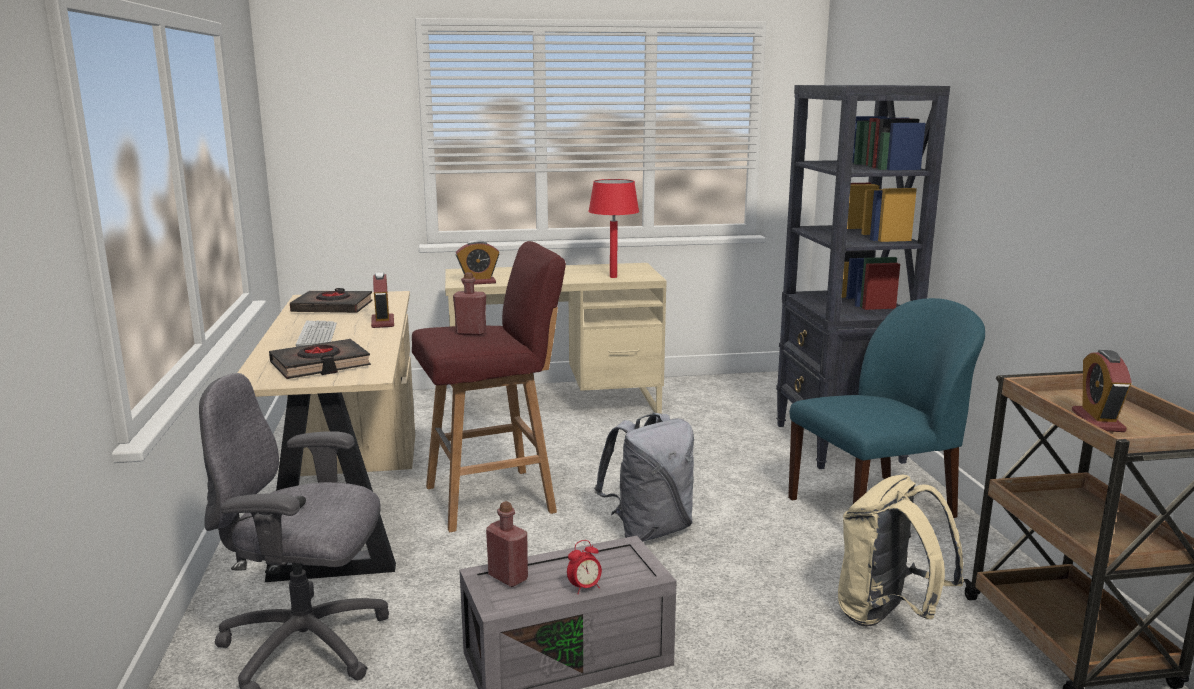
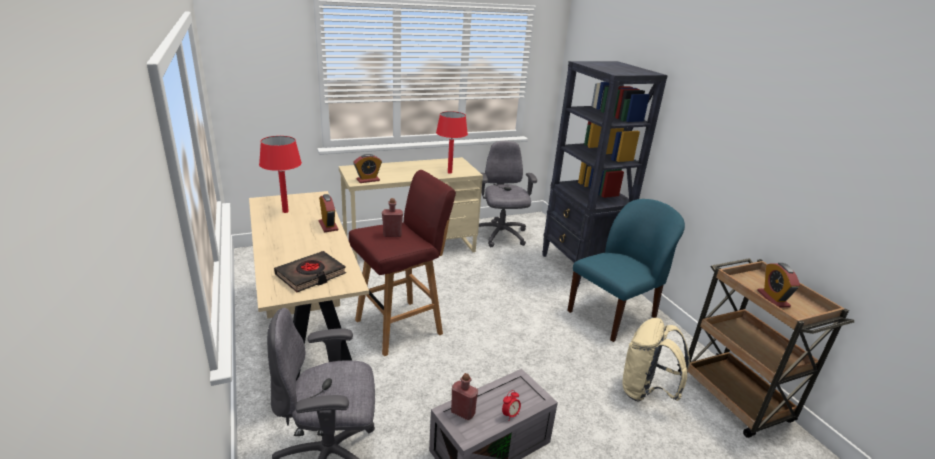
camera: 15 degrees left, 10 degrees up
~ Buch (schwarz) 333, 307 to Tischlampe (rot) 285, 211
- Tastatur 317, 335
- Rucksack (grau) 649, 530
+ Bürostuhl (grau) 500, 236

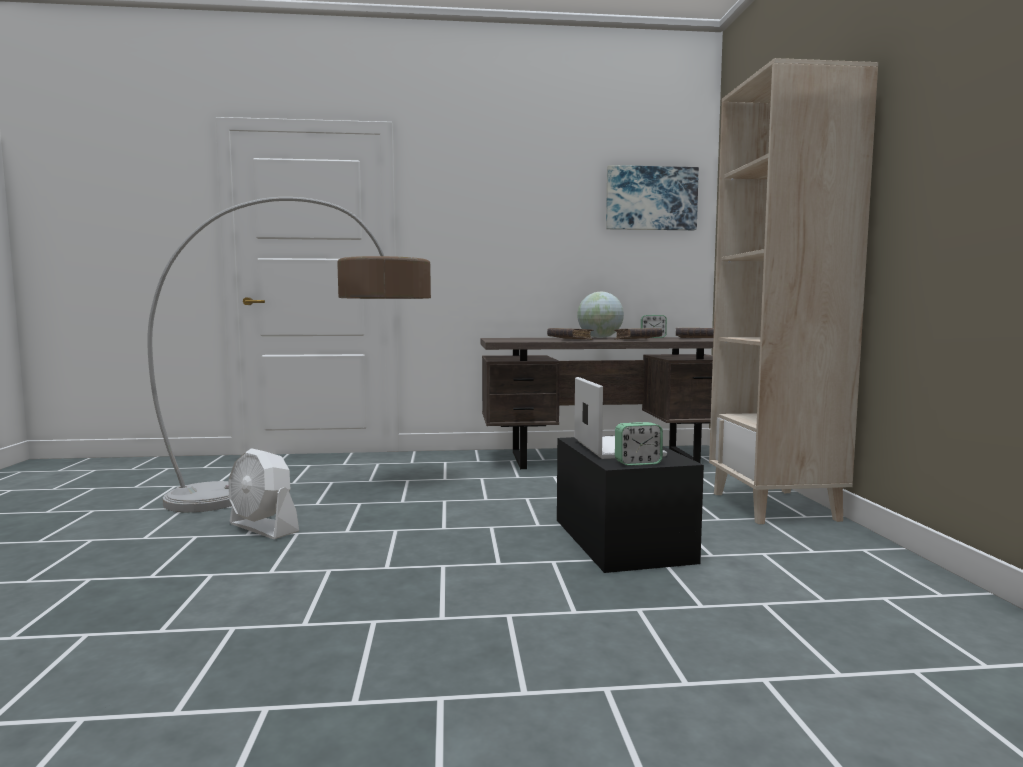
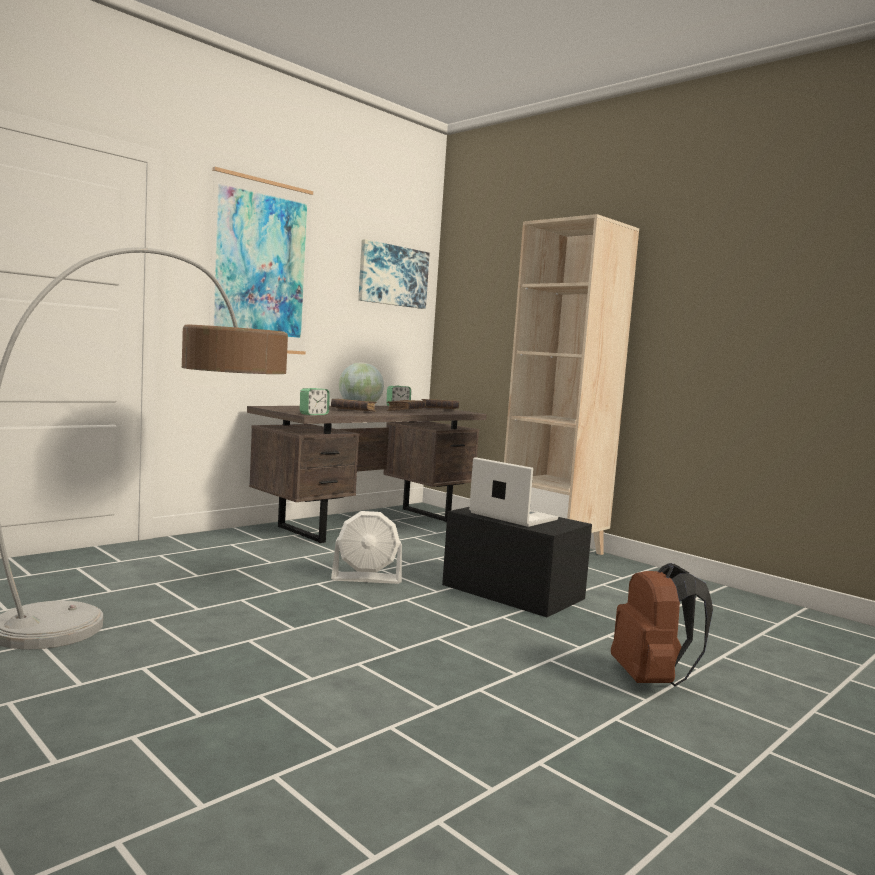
camera: 40 degrees left, 0 degrees up
~ Wecker 638, 463 to 314, 414
~ Ventilator (weiß) 263, 528 to 367, 578
+ Bild 260, 267
+ Rucksack (braun) 651, 680

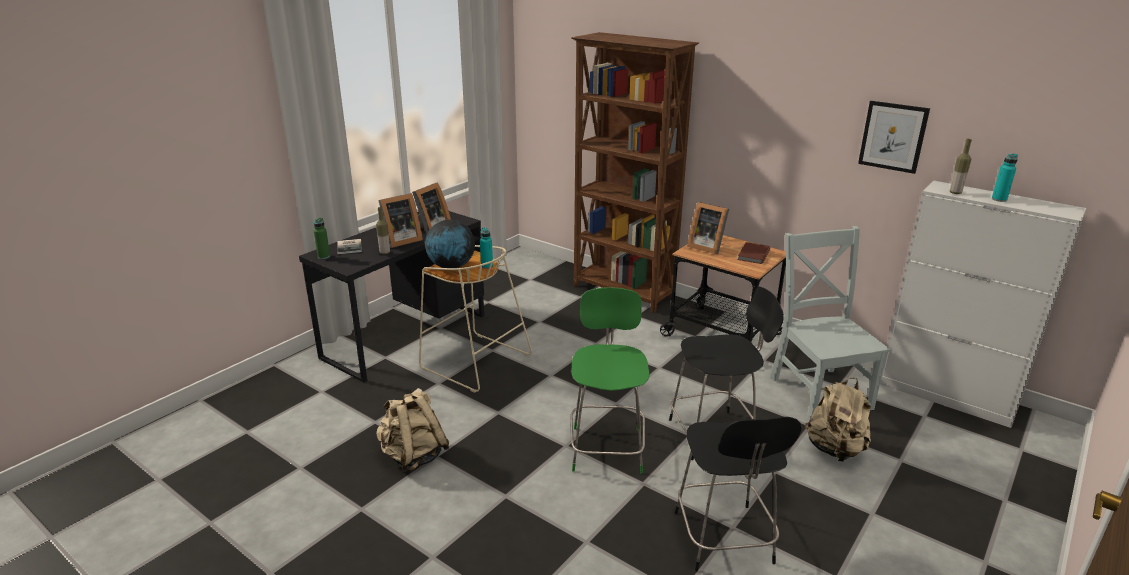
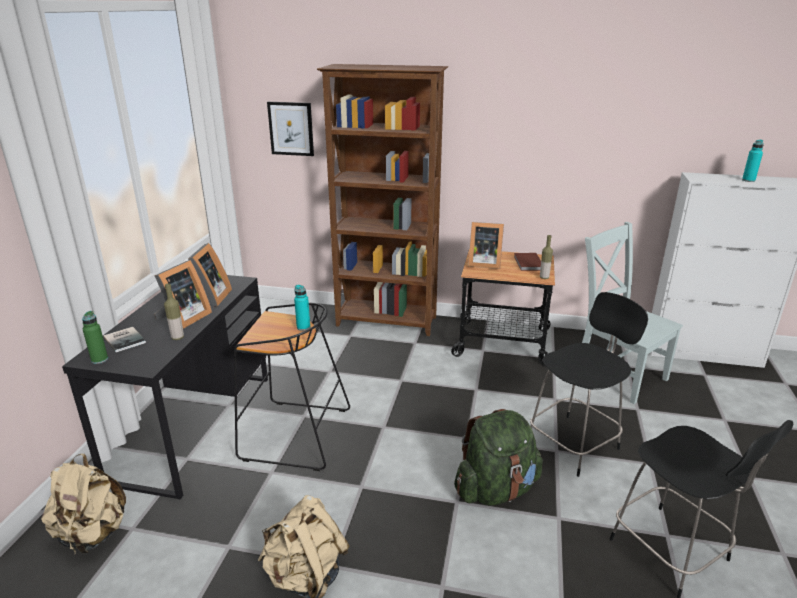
camera: 25 degrees left, 0 degrees up
~ Bild 893, 136 to 291, 128
~ Flasche 955, 192 to 544, 277
- Globus 451, 267
~ Hocker (beige) 474, 362 to Hocker (schwarz) 293, 435
~ Stuhl (grün) 607, 447 to Rucksack (grün) 496, 489
~ Rucksack (beige) 835, 449 to 92, 534

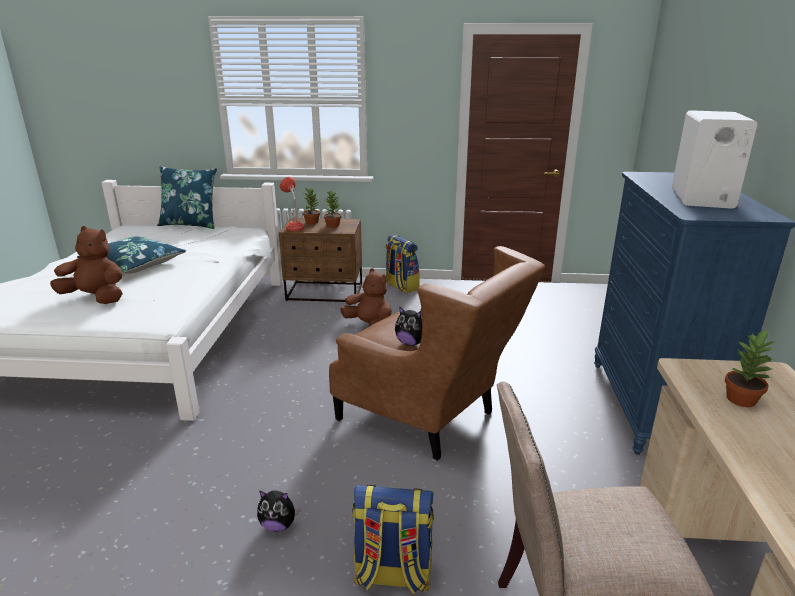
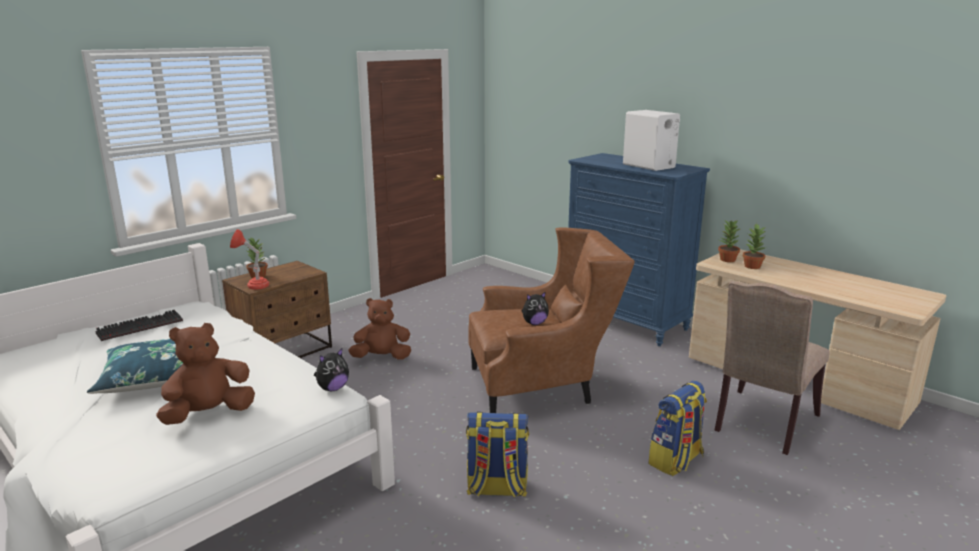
camera: 50 degrees left, 5 degrees down
- Kissen (blau) 191, 224
~ Topfpflanze 332, 225 to 727, 260
~ Rucksack 401, 286 to 496, 489
~ Plüschtier 278, 525 to 332, 388
+ Tastatur 141, 326

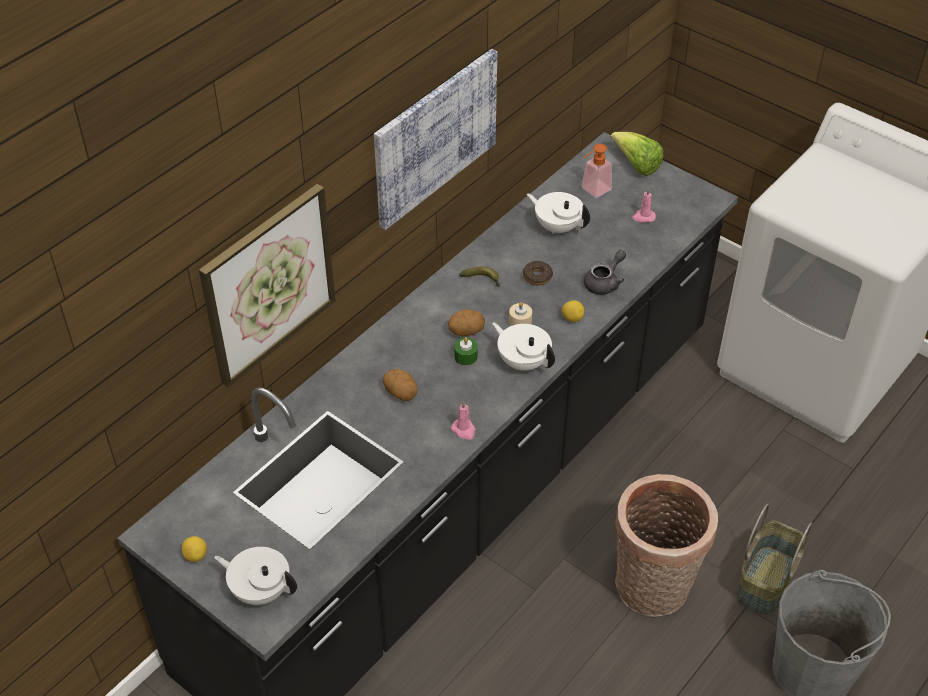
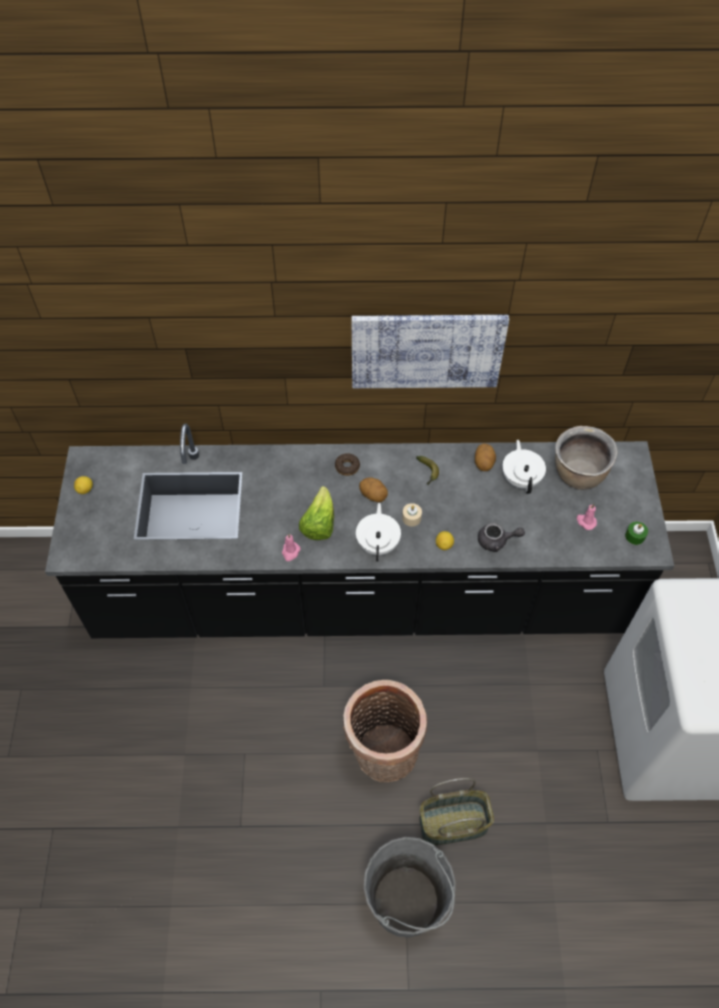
camera: 50 degrees right, 10 degrees up
~ Salatkopf 636, 165 to 319, 524
~ Seifenspender 592, 191 to Kochtopf (braun) 578, 475
- Bild 268, 284
~ Donut 537, 276 to 347, 467
~ Kerze (grün) 465, 356 to 635, 536
~ Kartoffel 401, 393 to 484, 463
- Teekanne (weiß) 260, 590

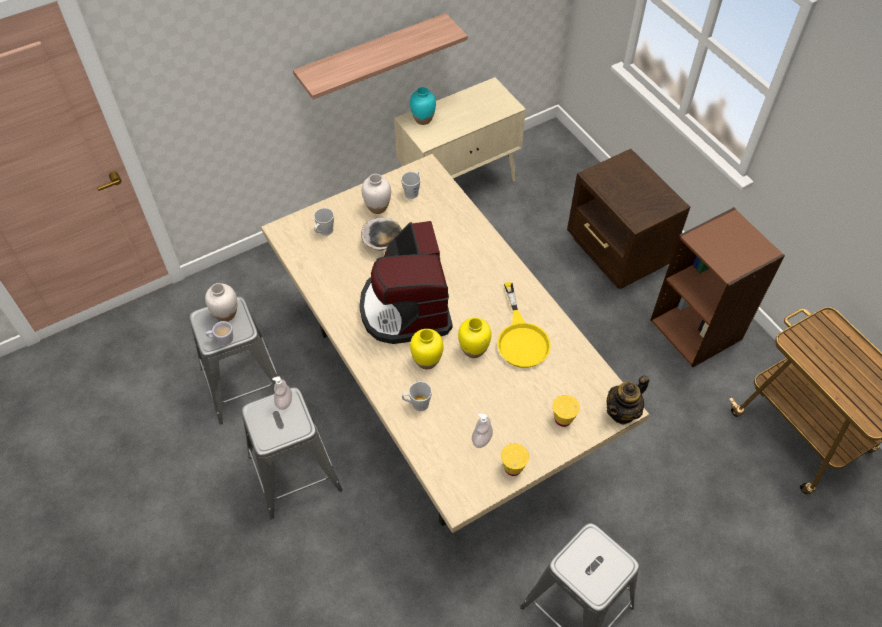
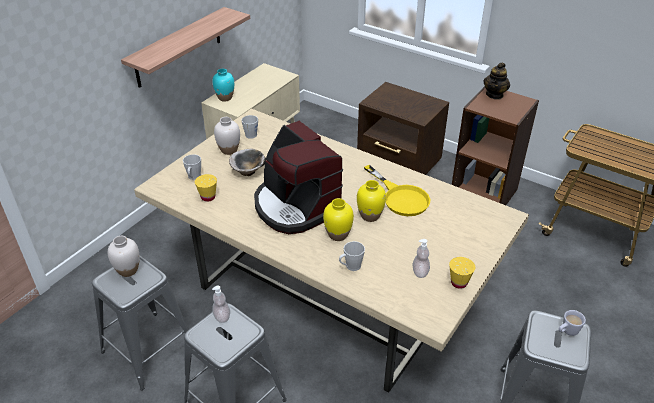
camera: 25 degrees left, 15 degrees down
~ Henkelbecher (weiß) 222, 339 to 567, 332
~ Teekanne 622, 412 to 494, 95
~ Tasse (gelb) 563, 419 to 208, 197

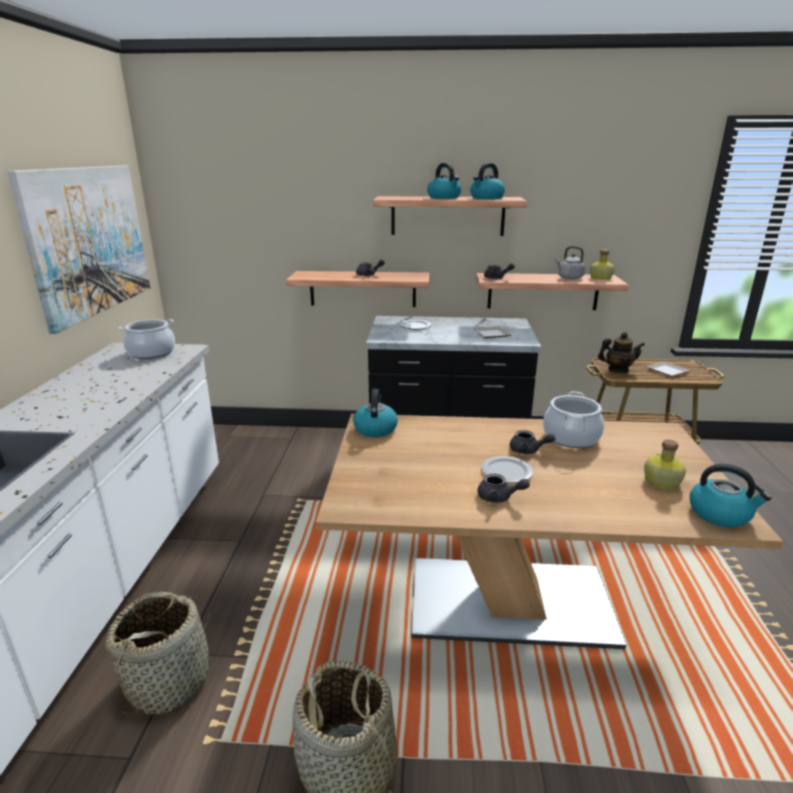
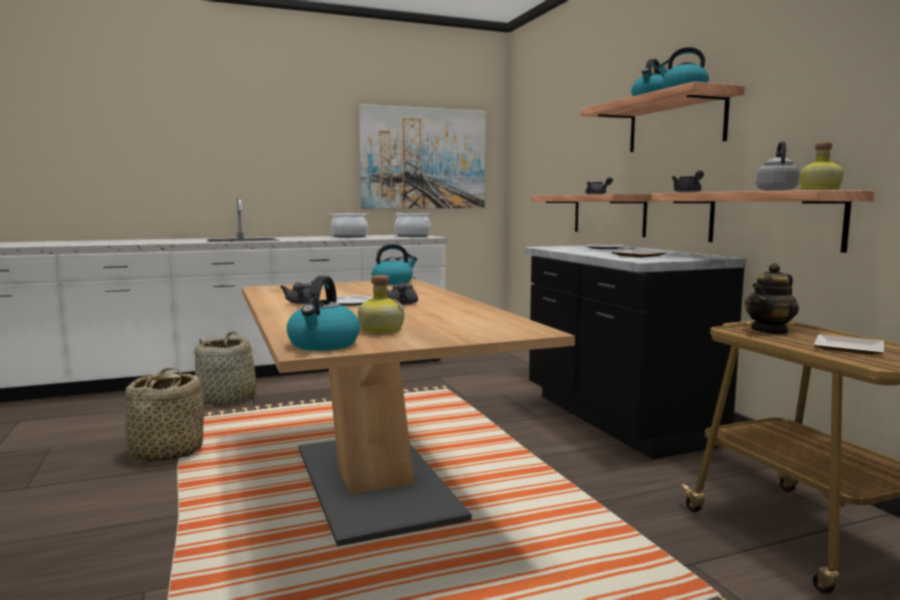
camera: 65 degrees right, 15 degrees down
~ Teekanne 617, 370 = 770, 331 75 degrees clockwise
~ Kochtopf 570, 437 to 349, 236

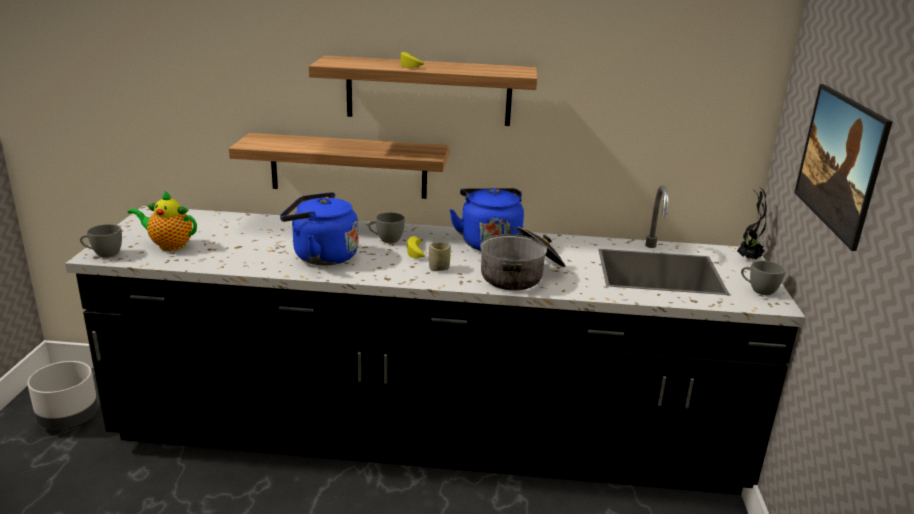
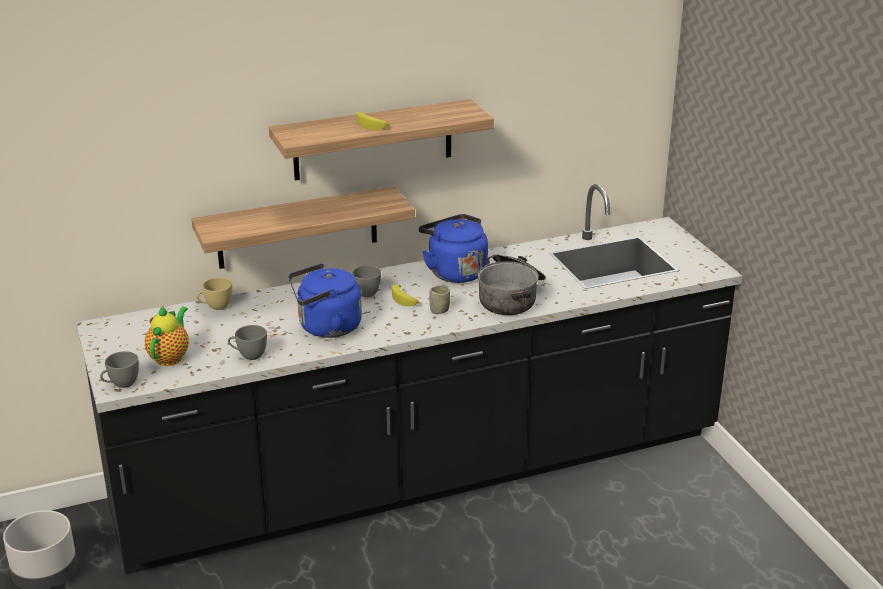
camera: 25 degrees left, 5 degrees up
- Bild 831, 191
- Topfpflanze 748, 259
~ Teekanne 169, 245 = 170, 357 120 degrees clockwise
~ Tasse (grau) 758, 290 to 248, 355
+ Tasse (gelb) 215, 306

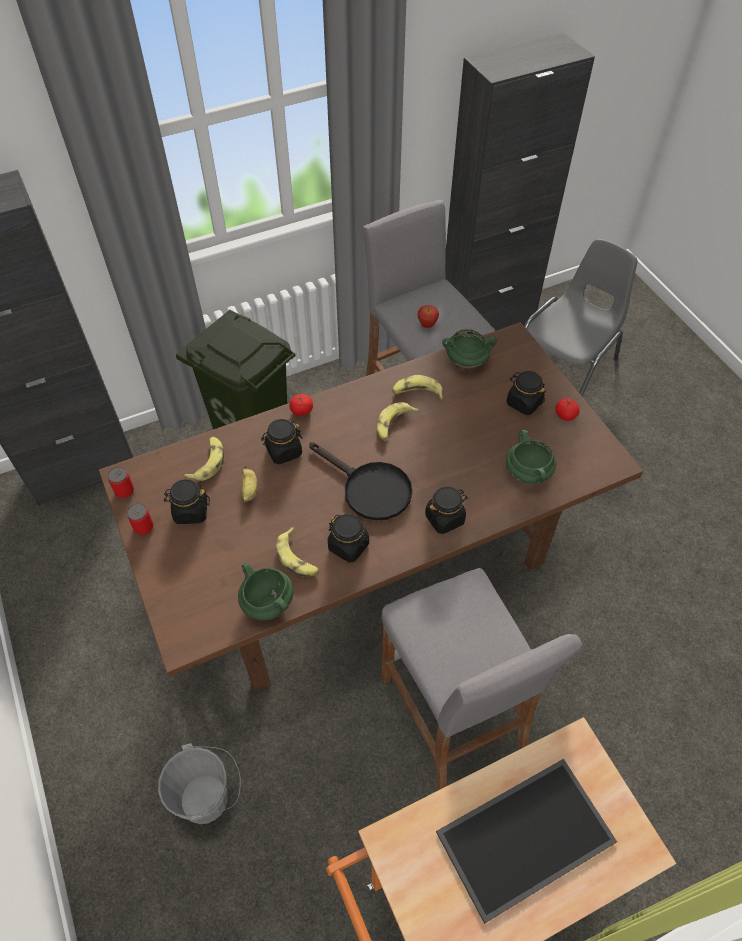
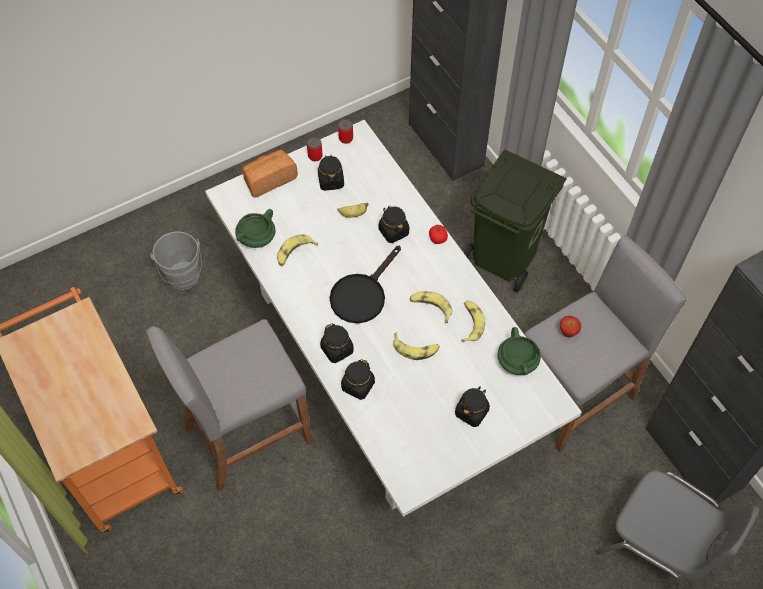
camera: 85 degrees right, 5 degrees up
~ Esstisch (braun) 369, 563 to Esstisch (weiß) 380, 363
- Tomate 565, 415
- Kochtopf (grün) 528, 473
~ Banane 208, 462 to 416, 348
~ Vorratsglas (schwarz) 349, 546 to 358, 386
- Tablett 525, 834
+ Brot 269, 179

